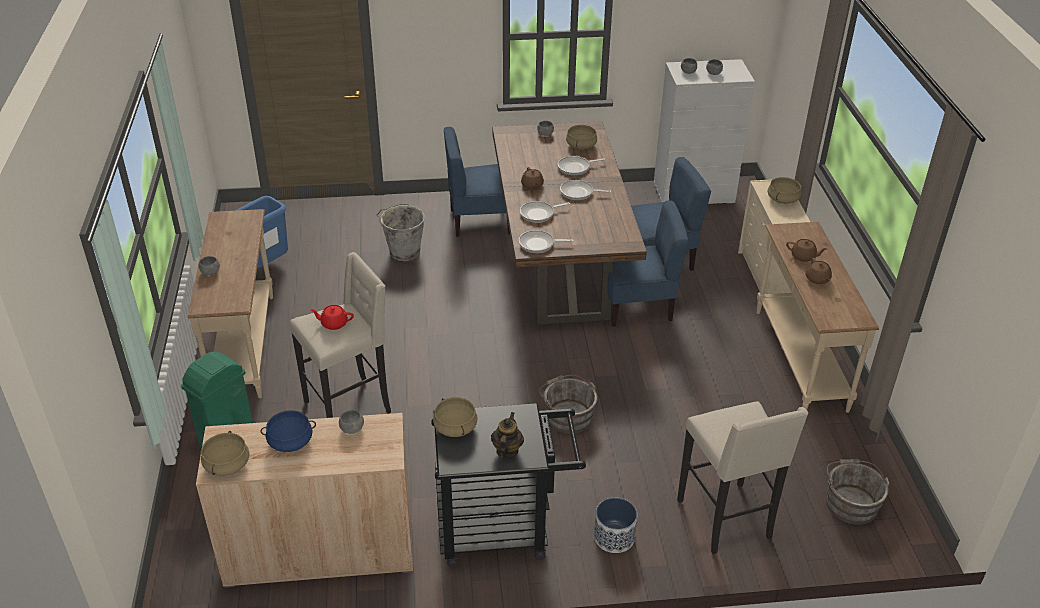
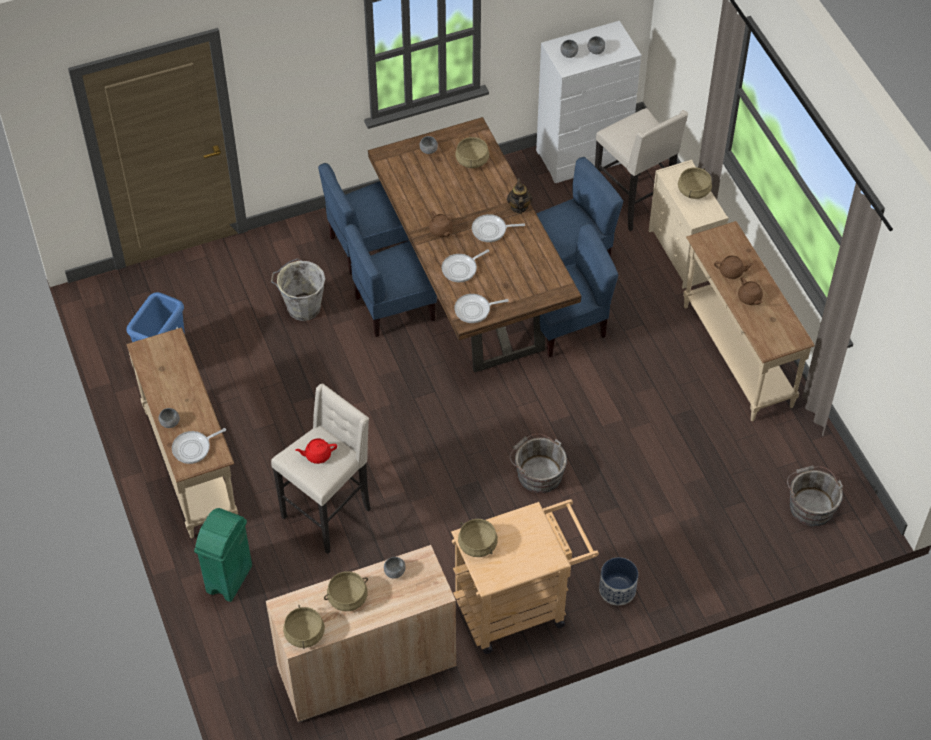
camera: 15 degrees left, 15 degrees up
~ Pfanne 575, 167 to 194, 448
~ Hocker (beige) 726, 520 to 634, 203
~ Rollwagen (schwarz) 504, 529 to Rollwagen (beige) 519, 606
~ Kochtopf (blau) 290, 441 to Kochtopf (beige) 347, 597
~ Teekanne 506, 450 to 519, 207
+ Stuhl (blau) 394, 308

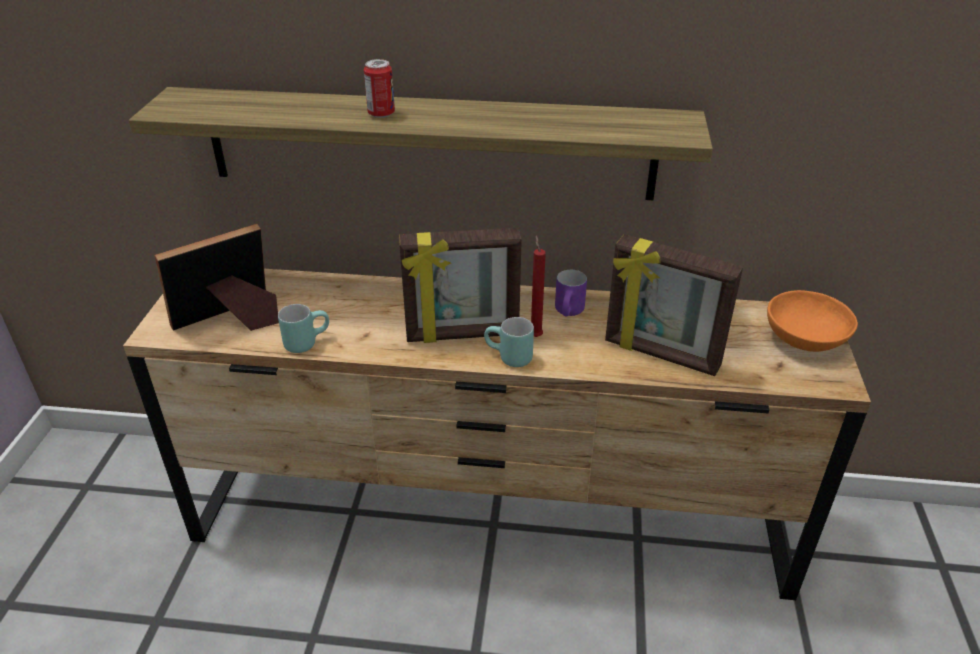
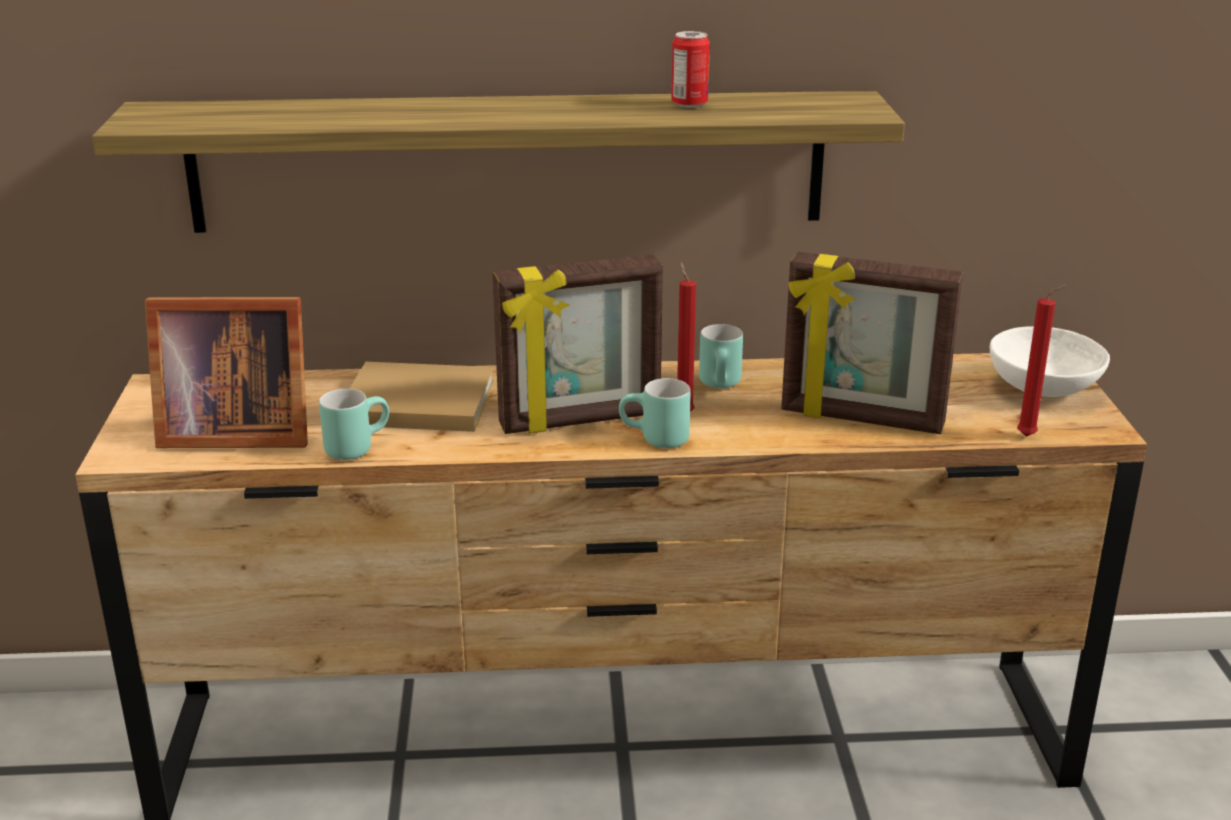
camera: 10 degrees left, 10 degrees down
~ Dose 381, 114 to 689, 104
~ Bilderrahmen 231, 320 = 233, 432 135 degrees counterclockwise
~ Henkelbecher (lila) 570, 313 to Henkelbecher (türkis) 722, 386
~ Schüssel (orange) 805, 340 to Schüssel (weiß) 1044, 388
+ Kerze (rot) 1029, 436
+ Buch (beige) 413, 402

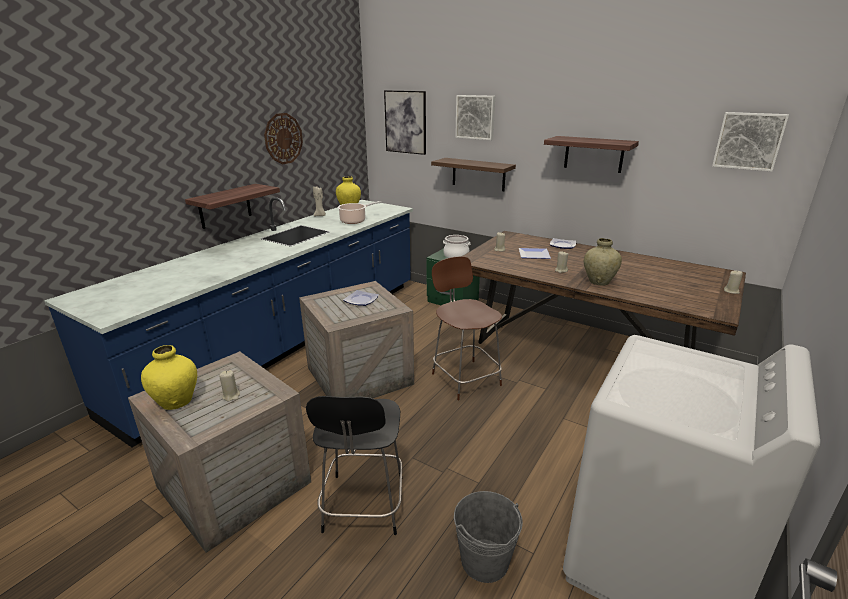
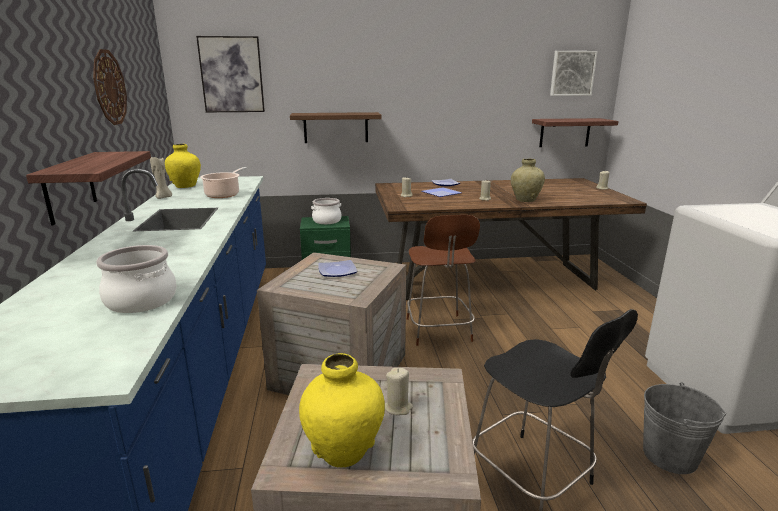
camera: 40 degrees left, 5 degrees down
- Bild 475, 117
~ Wandregal 593, 154 to 565, 132
~ Stuhl (braun) 464, 378 = 438, 331 120 degrees counterclockwise
+ Kochtopf 142, 300

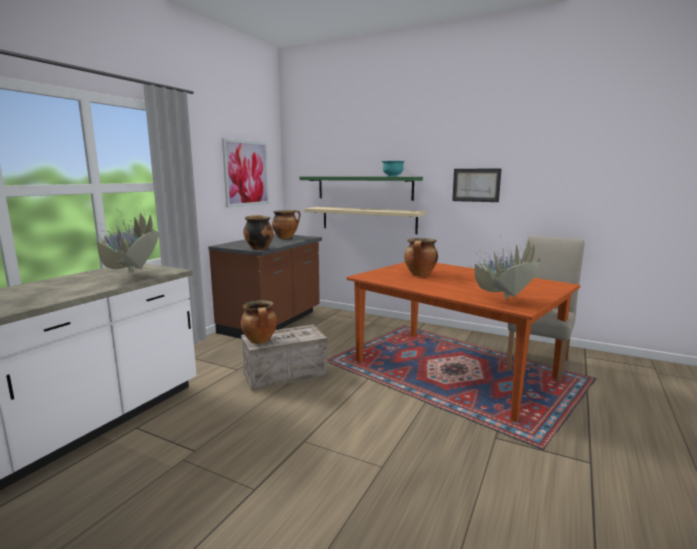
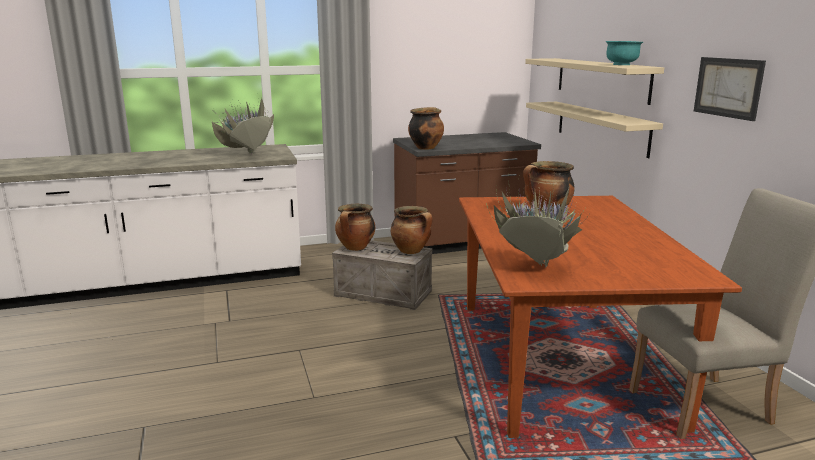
camera: 45 degrees right, 5 degrees up
- Bild 246, 173
~ Wandregal (grün) 364, 188 to Wandregal (beige) 601, 79
~ Kochtopf 286, 238 to 412, 251

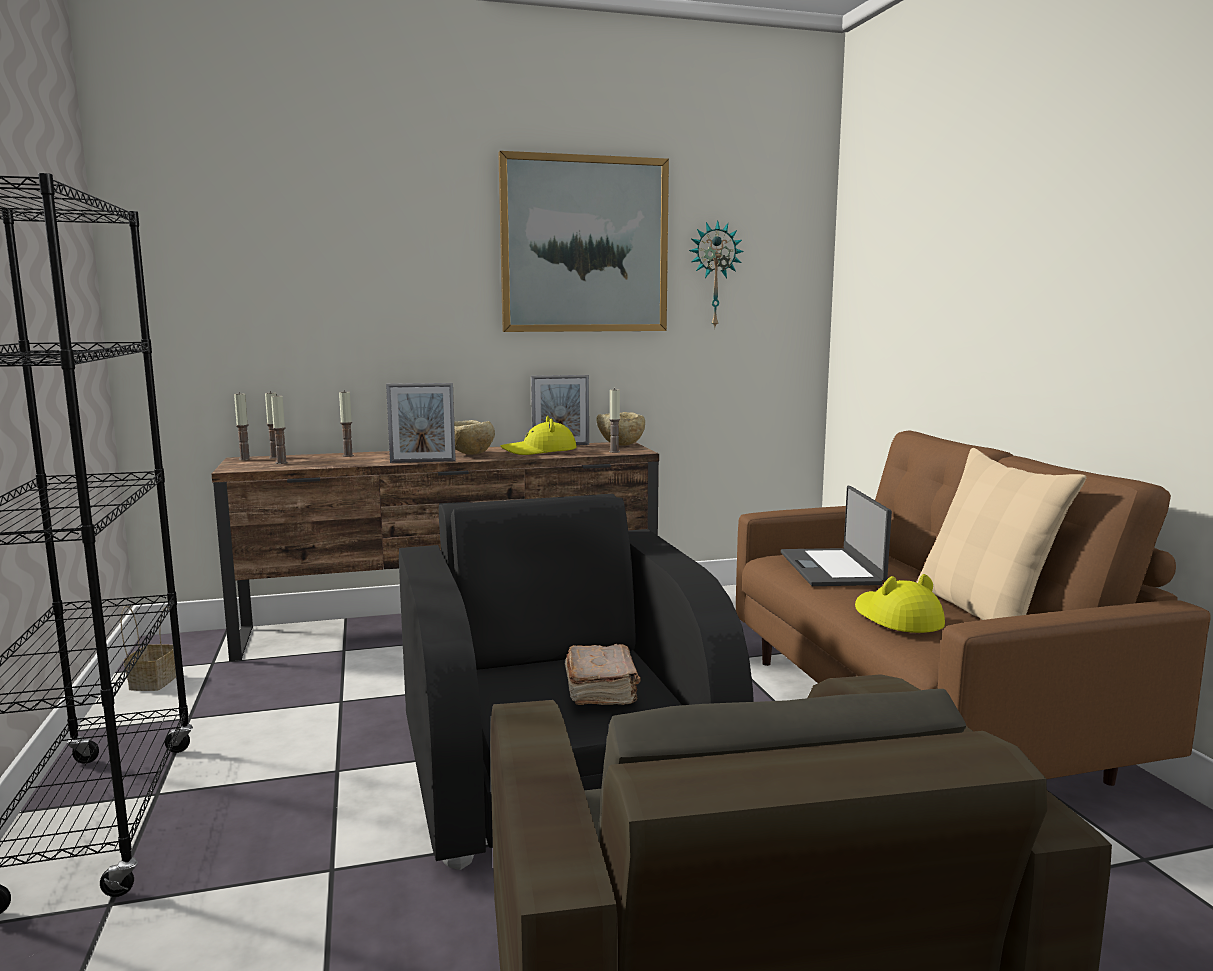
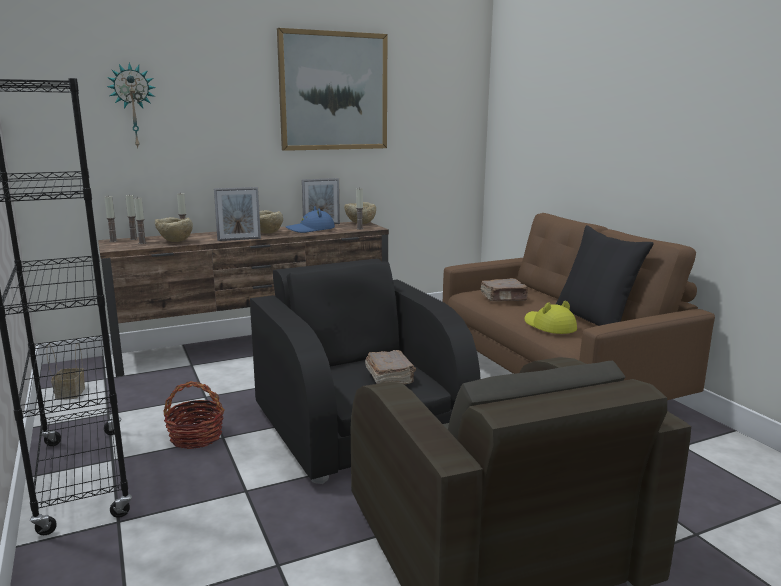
camera: 10 degrees left, 5 degrees up
~ Wanduhr 714, 275 to 133, 106
~ Hut (gelb) 539, 451 to Hut (blau) 311, 229
~ Kissen (beige) 982, 613 to Kissen (schwarz) 594, 320
~ Laptop 832, 568 to Buch (braun) 504, 298
+ Schüssel (beige) 175, 242
+ Korb 196, 437

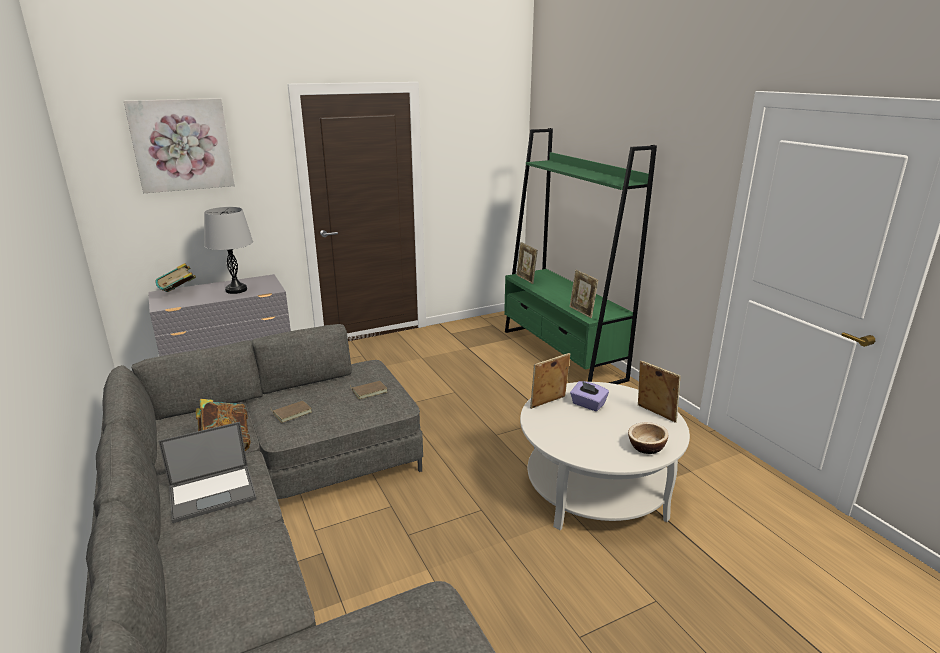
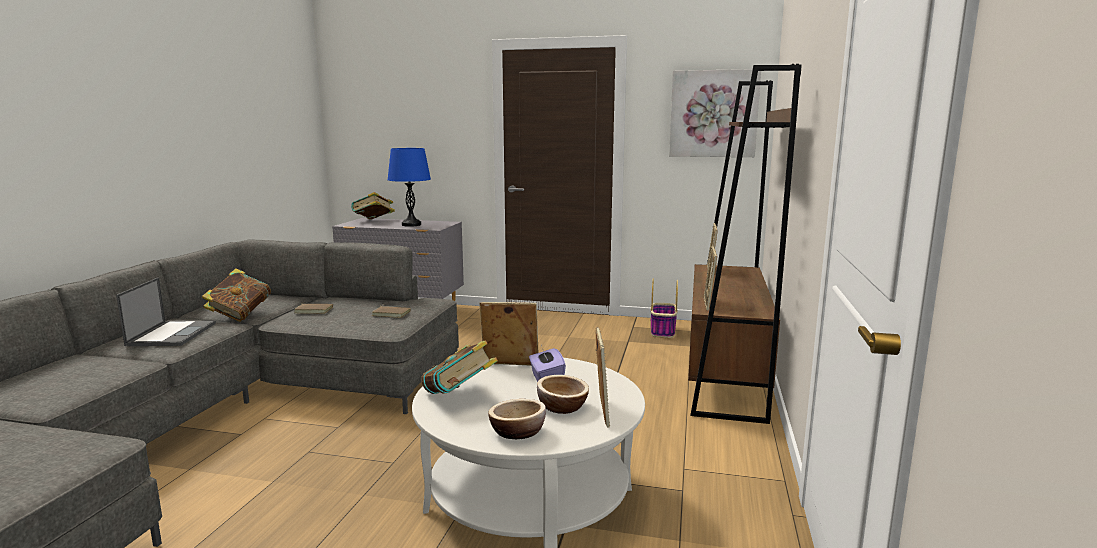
camera: 40 degrees right, 10 degrees down
~ Bild 181, 145 to 713, 114
~ Bücherregal (grün) 562, 354 to Bücherregal (braun) 725, 375
~ Tischlampe (grau) 236, 290 to Tischlampe (blau) 411, 225
~ Laptop 213, 492 = 172, 334 105 degrees counterclockwise
+ Korb 662, 331
+ Buch 459, 397
+ Schüssel 562, 407

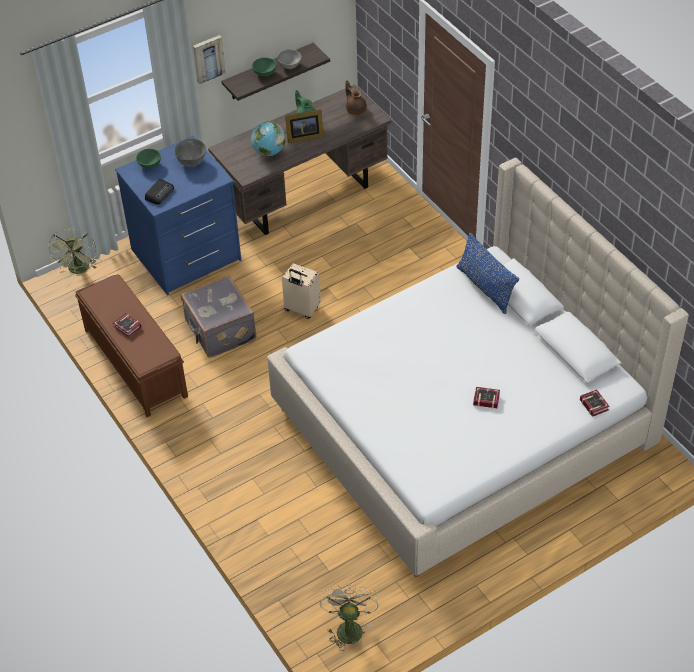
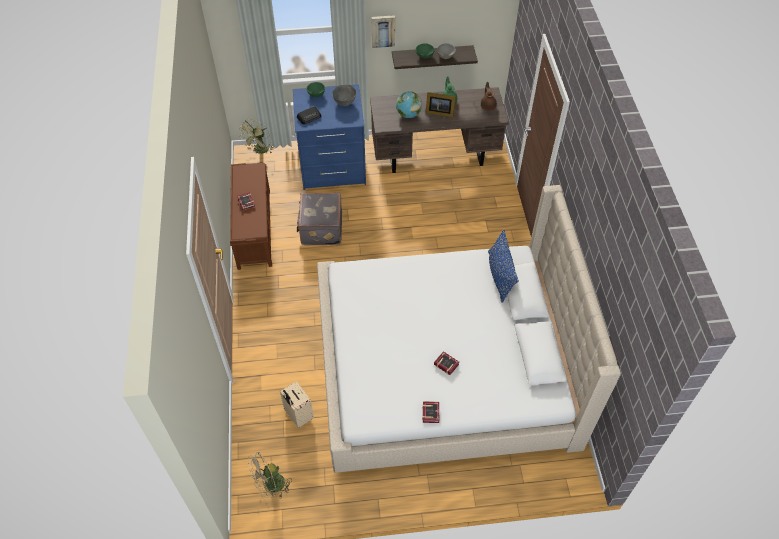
camera: 25 degrees right, 5 degrees up
~ Koffer (beige) 301, 309 to 298, 416
~ Buch 594, 404 to 431, 412
~ Ventilator (beige) 348, 627 = 270, 486 150 degrees counterclockwise

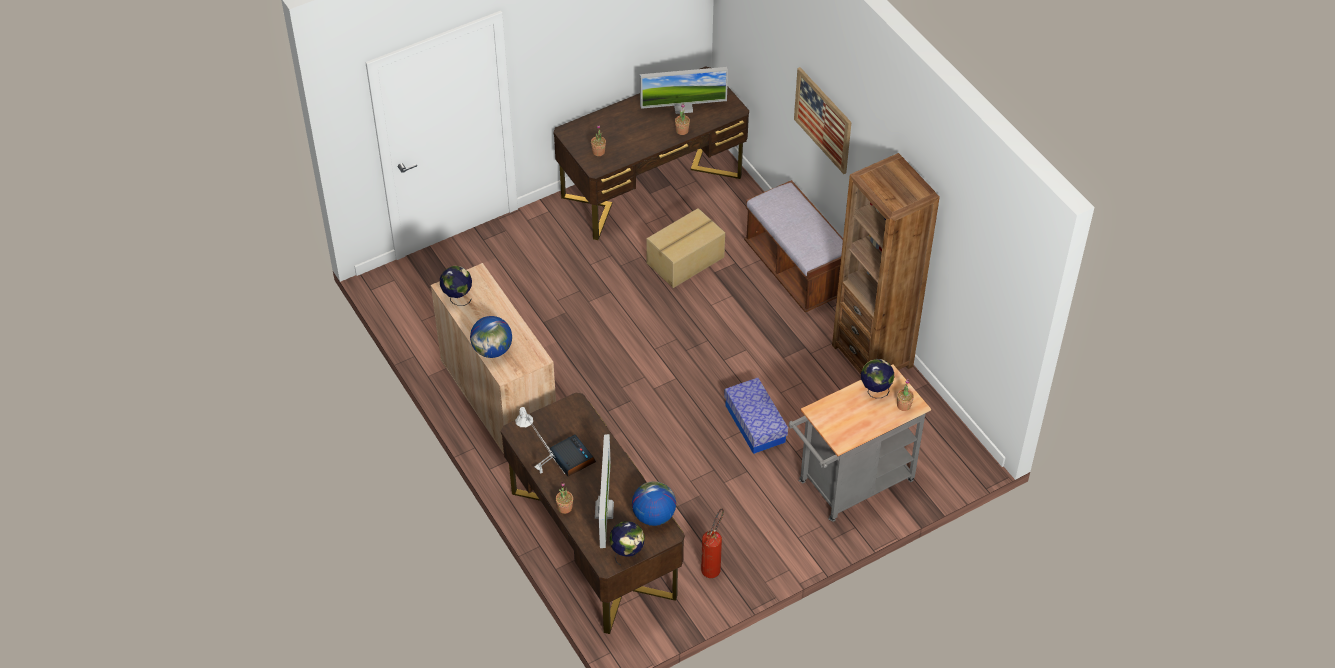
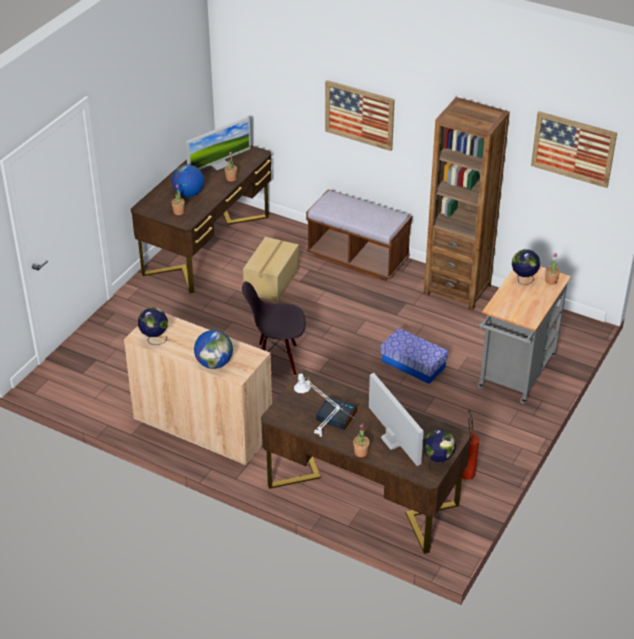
camera: 30 degrees left, 10 degrees down
~ Globus 653, 516 to 188, 194
+ Bild 573, 149
+ Stuhl (schwarz) 276, 360

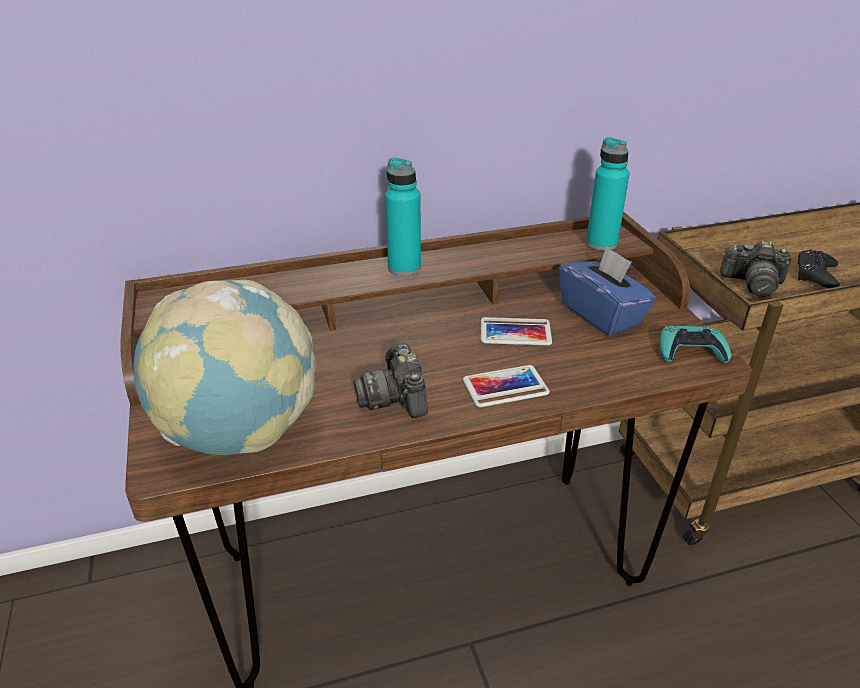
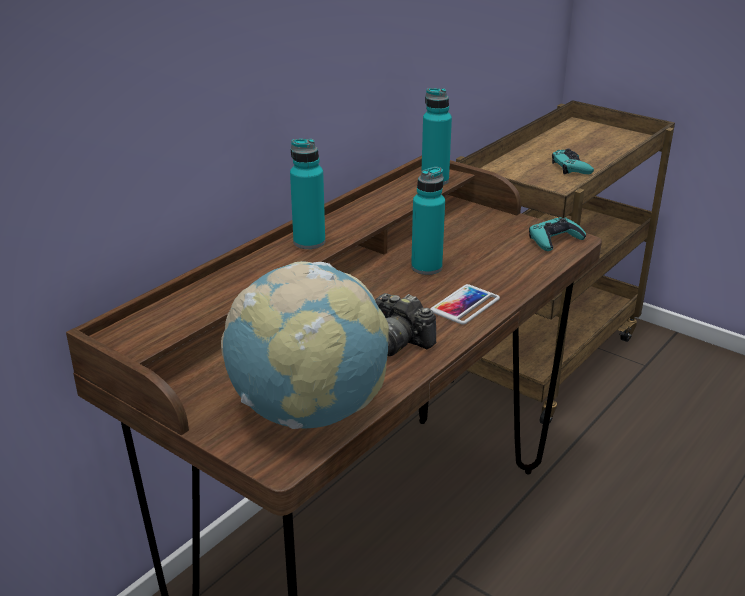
camera: 35 degrees left, 5 degrees down
- Kamera 752, 284
- Taschentuchbox (blau) 601, 315
~ Gamepad (schwarz) 816, 275 to Gamepad (türkis) 571, 167
~ Handy 515, 332 to Flasche (türkis) 426, 267

